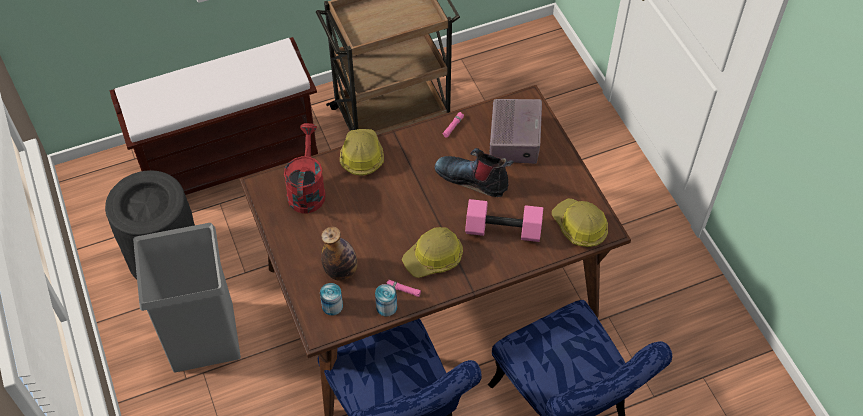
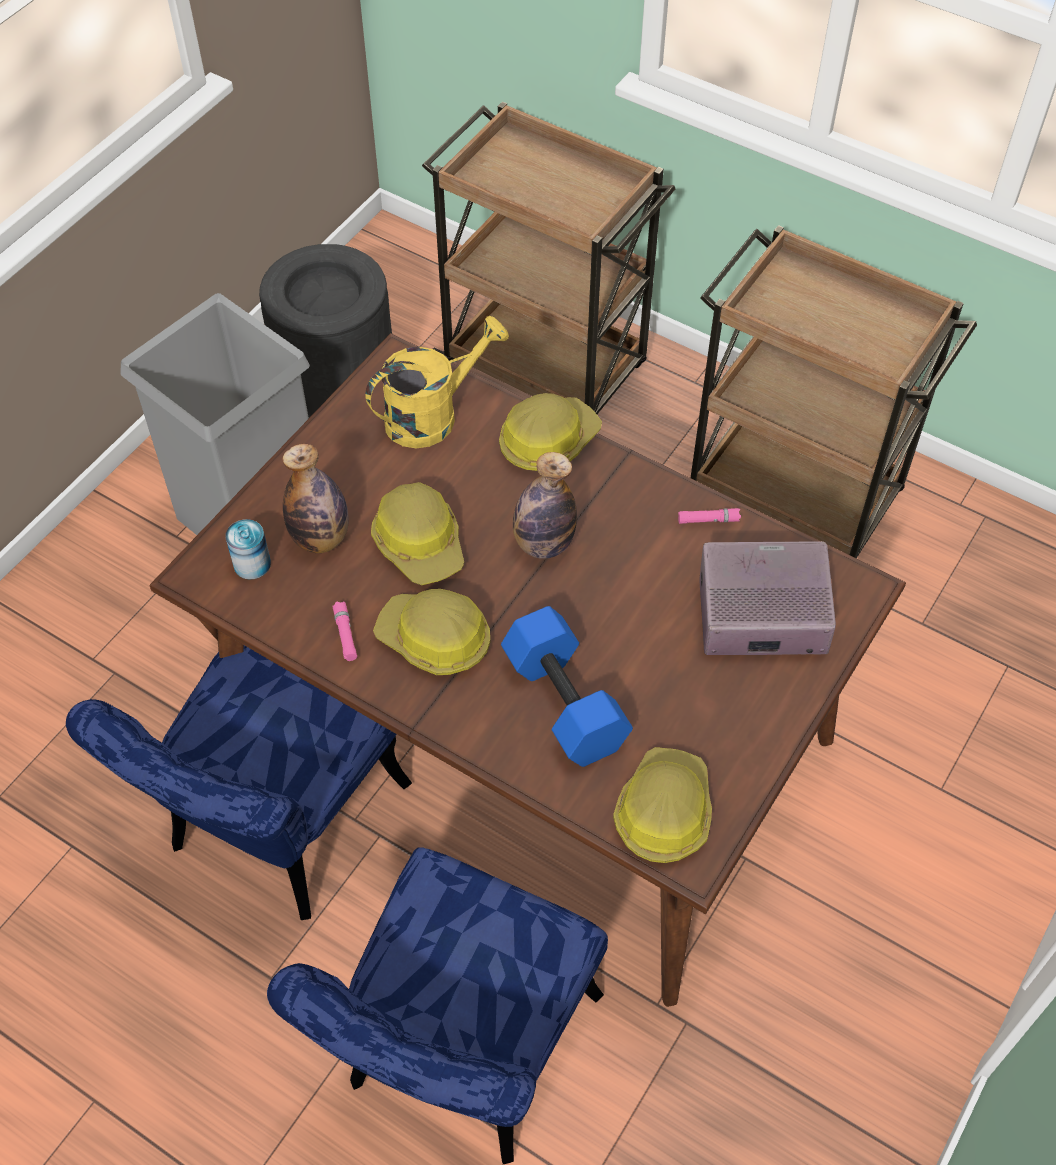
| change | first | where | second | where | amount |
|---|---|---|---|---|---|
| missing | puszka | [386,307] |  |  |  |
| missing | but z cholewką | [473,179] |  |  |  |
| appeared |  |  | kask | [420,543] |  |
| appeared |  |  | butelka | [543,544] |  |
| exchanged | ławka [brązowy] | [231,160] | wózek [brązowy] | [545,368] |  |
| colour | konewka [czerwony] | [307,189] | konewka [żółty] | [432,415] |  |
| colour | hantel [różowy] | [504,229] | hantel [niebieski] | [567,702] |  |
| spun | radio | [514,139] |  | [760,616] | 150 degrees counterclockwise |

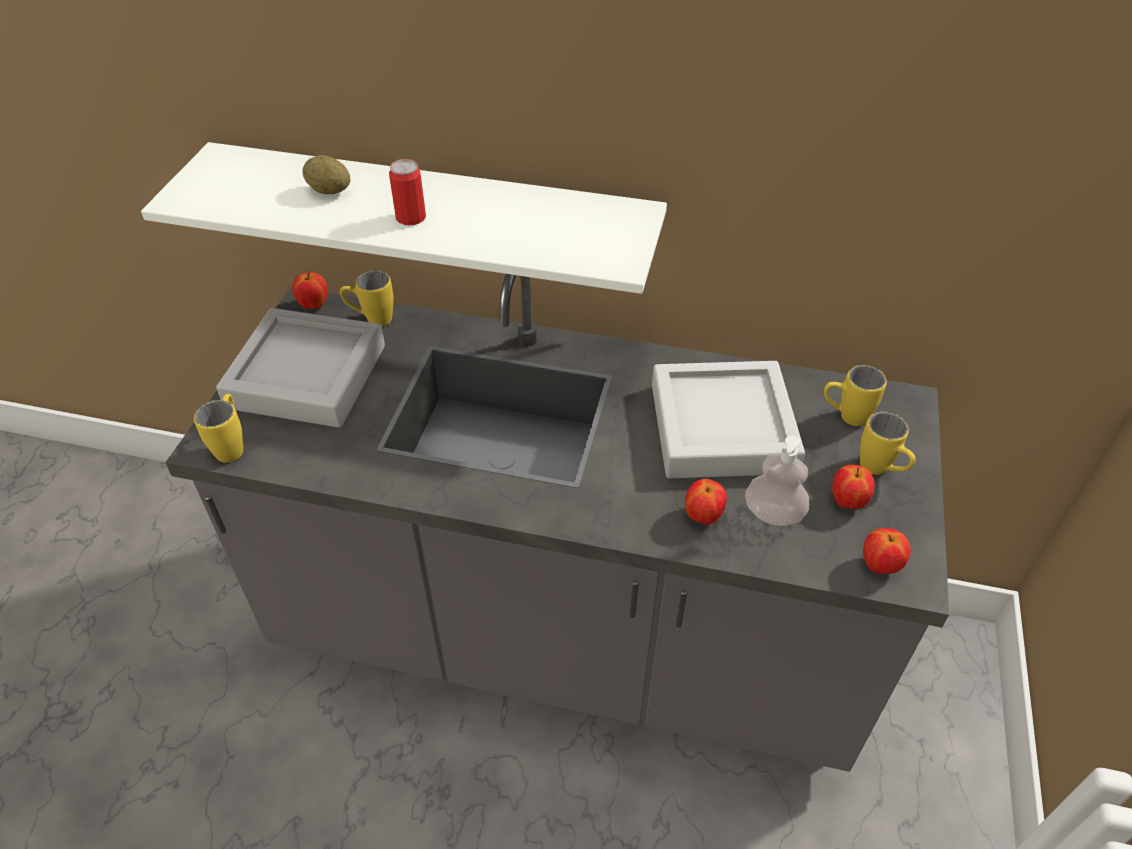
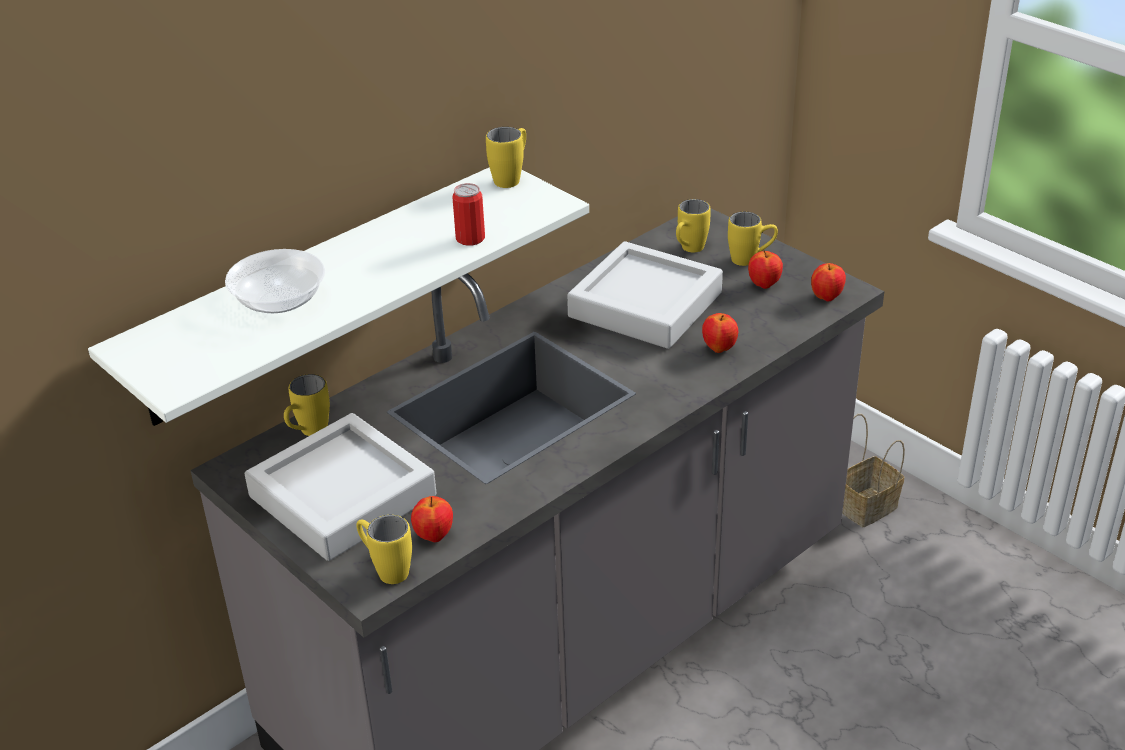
| change | first | where | second | where | amount |
|---|---|---|---|---|---|
| missing | dozownik mydła | [773,514] |  |  |  |
| appeared |  |  | kubek [żółty] | [511,178] |  |
| appeared |  |  | koszyk | [867,505] |  |
| relocated | jabłko | [314,305] |  | [434,536] |  |
| relocated | puszka | [411,217] |  | [470,238] |  |
| exchanged | ziemniak | [329,191] | miska | [279,300] |  |

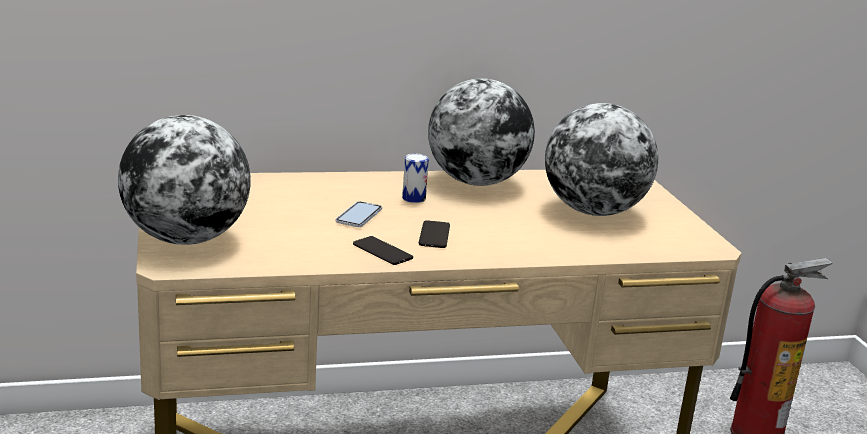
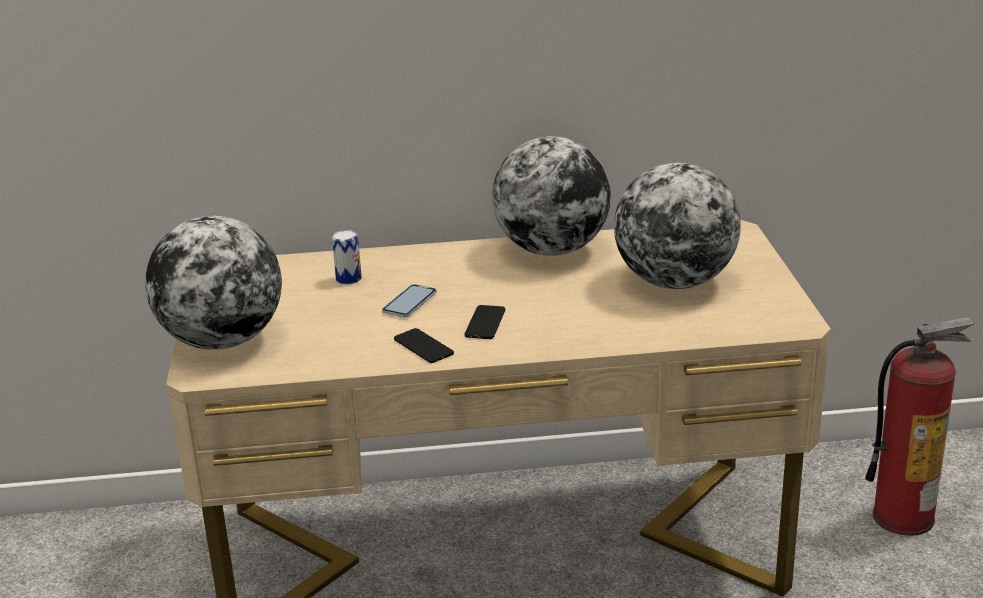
| change | first | where | second | where | amount |
|---|---|---|---|---|---|
| relocated | puszka | [413,198] |  | [348,278] |  |

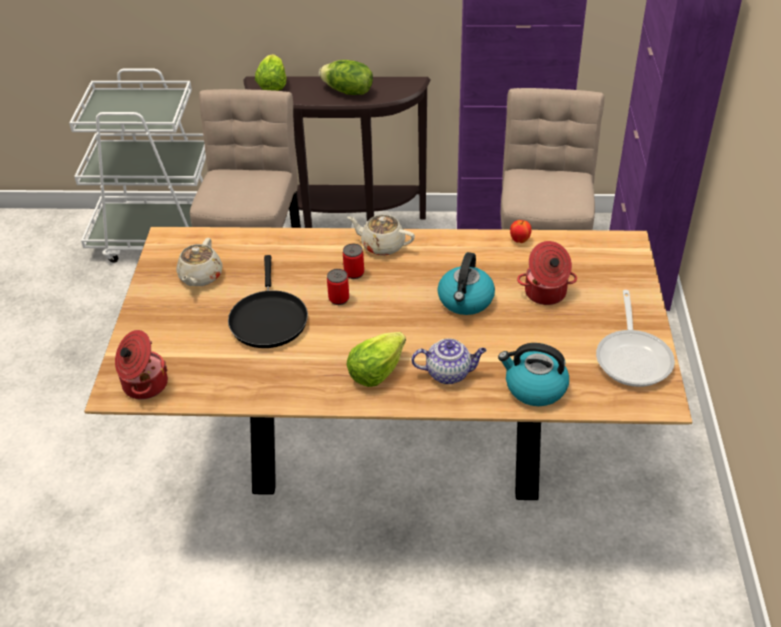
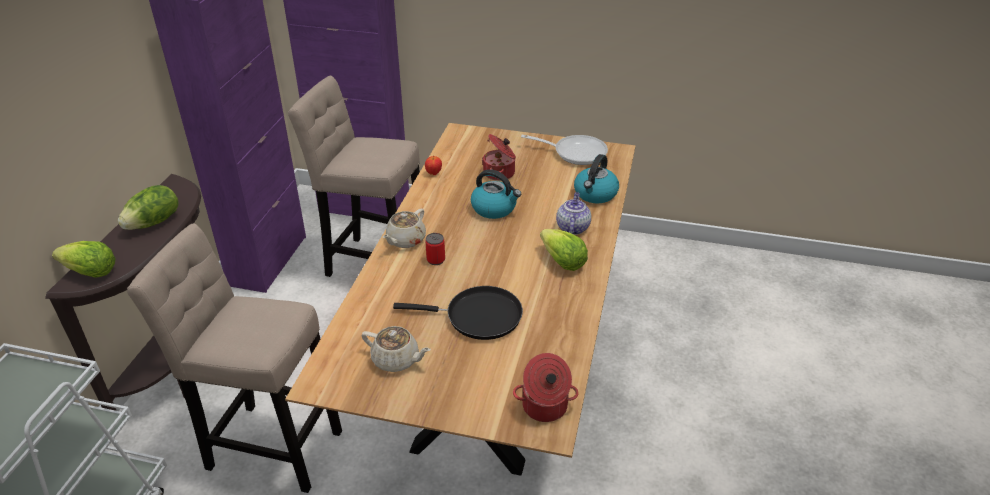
| change | first | where | second | where | amount |
|---|---|---|---|---|---|
| missing | puszka | [339,298] |  |  |  |

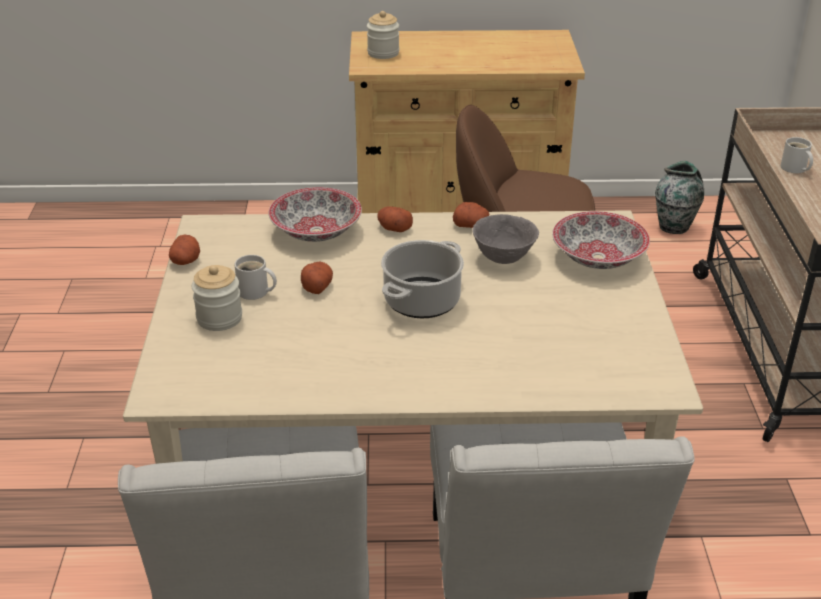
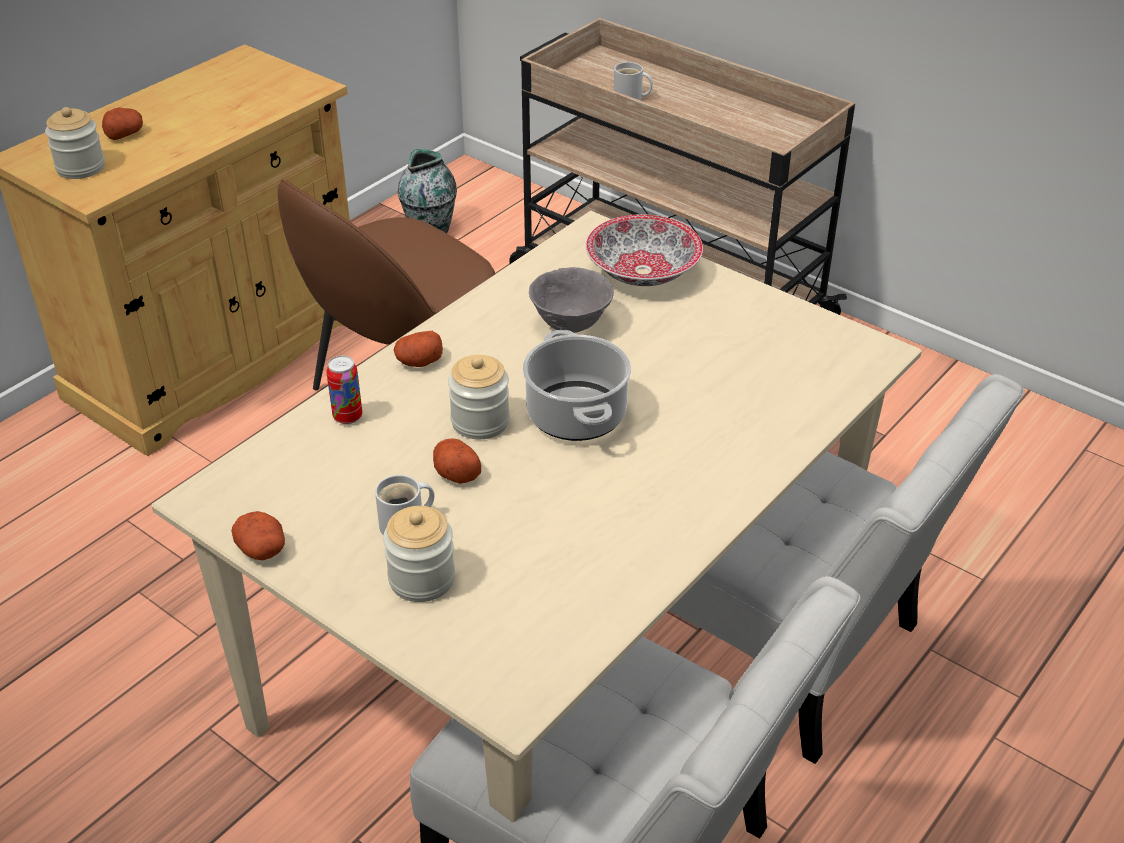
| change | first | where | second | where | amount |
|---|---|---|---|---|---|
| appeared |  |  | słoik | [480,421] |  |
| relocated | ziemniak | [471,225] |  | [125,134] |  |
| exchanged | miska | [317,231] | puszka | [347,417] |  |

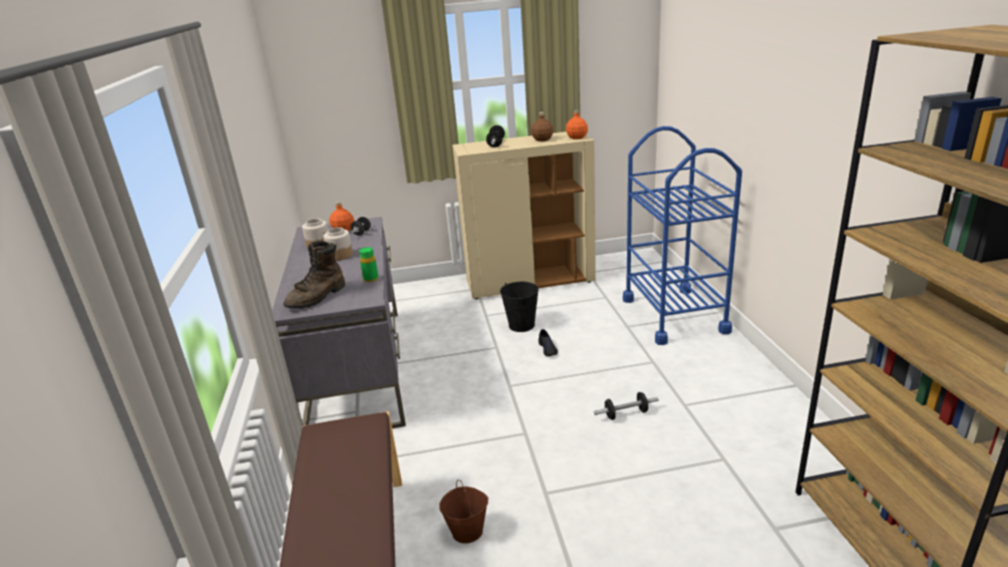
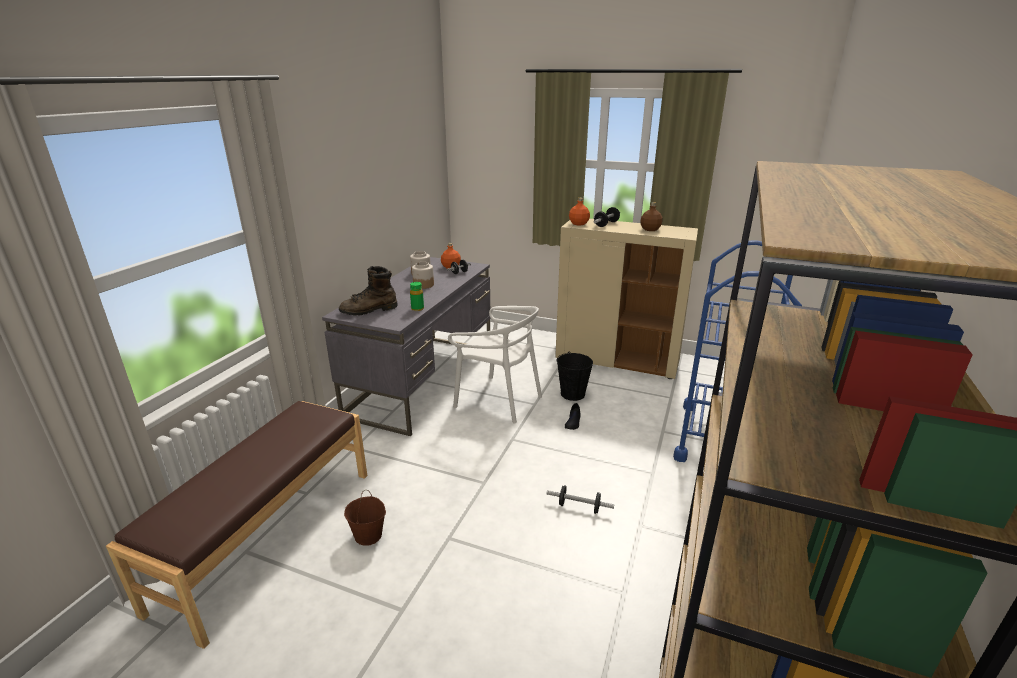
| change | first | where | second | where | amount |
|---|---|---|---|---|---|
| appeared |  |  | krzesło [biały] | [498,400] |  |
| relocated | butelka [pomarańczowy] | [577,137] |  | [579,224] |  |

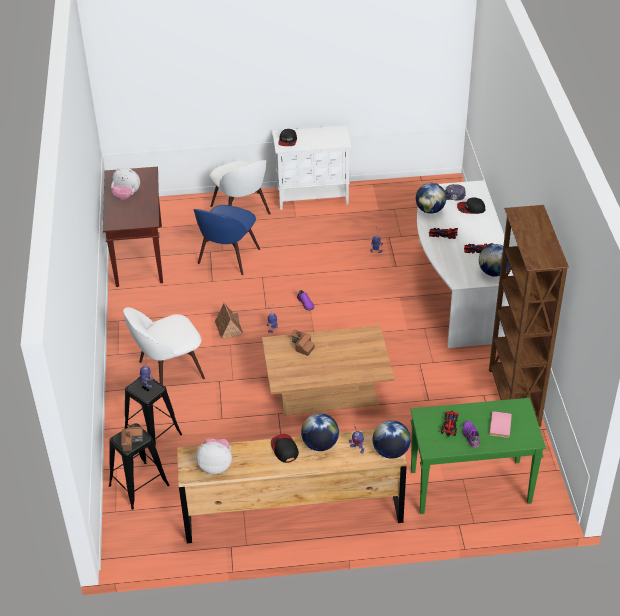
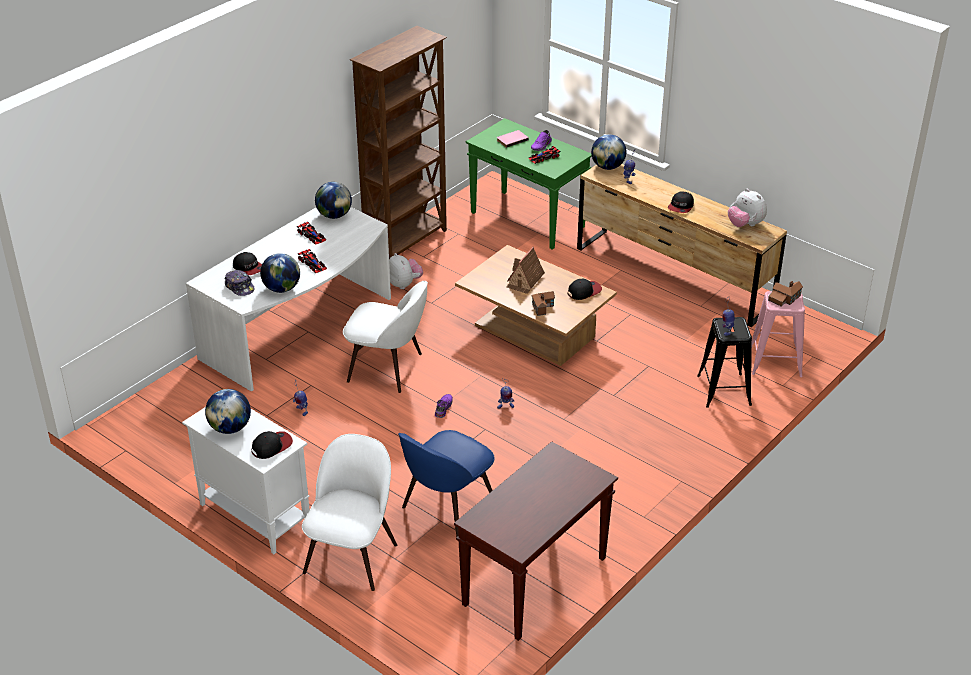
| change | first | where | second | where | amount |
|---|---|---|---|---|---|
| appeared |  |  | czapka z daszkiem | [584,291] |  |
| relocated | pluszak | [126,195] |  | [404,284] |  |
| relocated | krzesło [biały] | [168,371] |  | [388,368] |  |
| relocated | domek | [228,327] |  | [524,281] |  |
| relocated | globus | [320,444] |  | [230,428] |  |
| colour | stołek [czarny] | [138,485] | stołek [różowy] | [775,362] |  |
| spun | krzesło [niebieski] | [227,258] |  | [447,508] | 150 degrees clockwise |

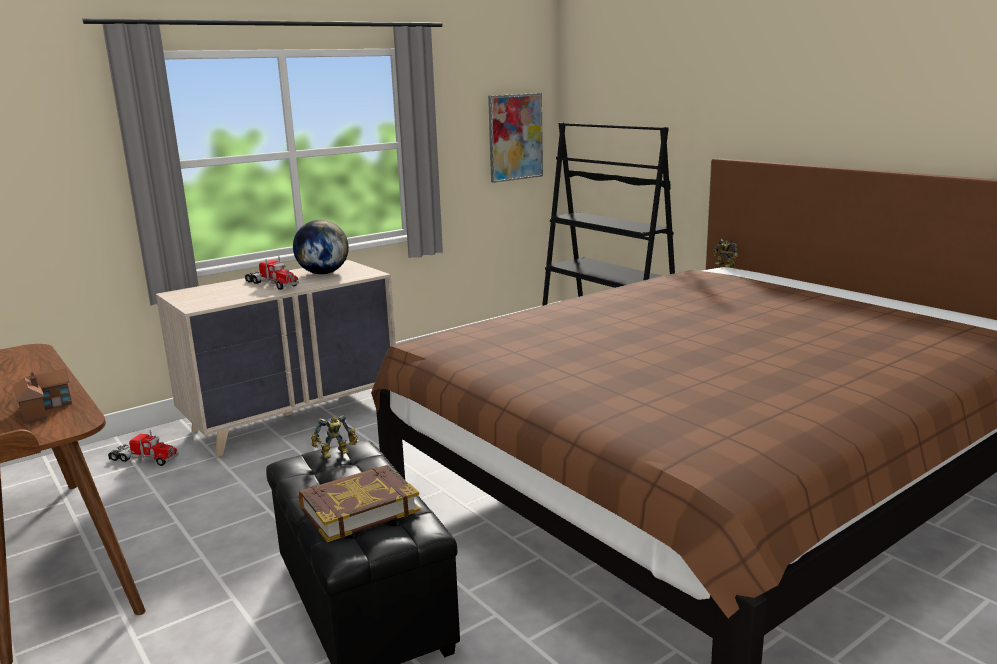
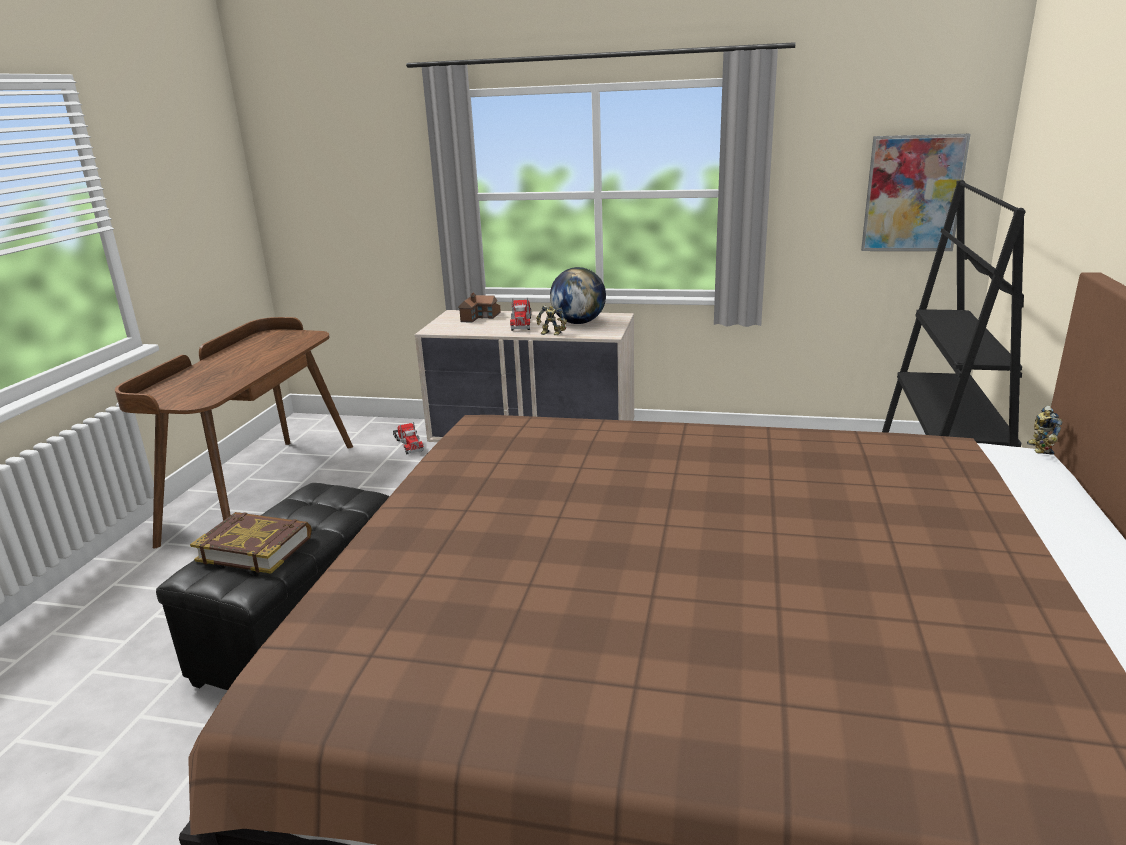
| change | first | where | second | where | amount |
|---|---|---|---|---|---|
| relocated | domek | [45,408] |  | [480,317] |  |
| relocated | robot zabawkowy | [336,453] |  | [551,334] |  |

